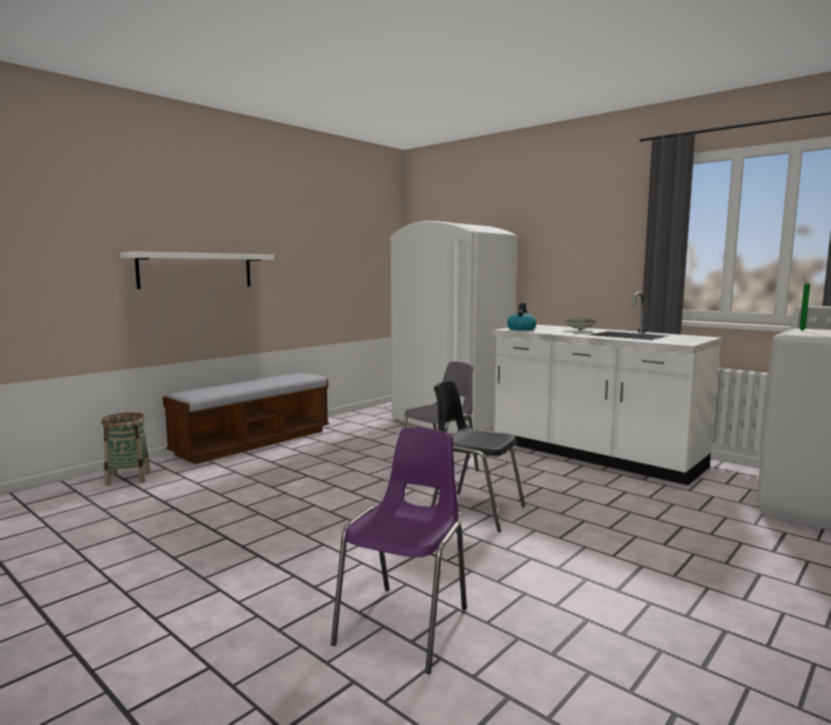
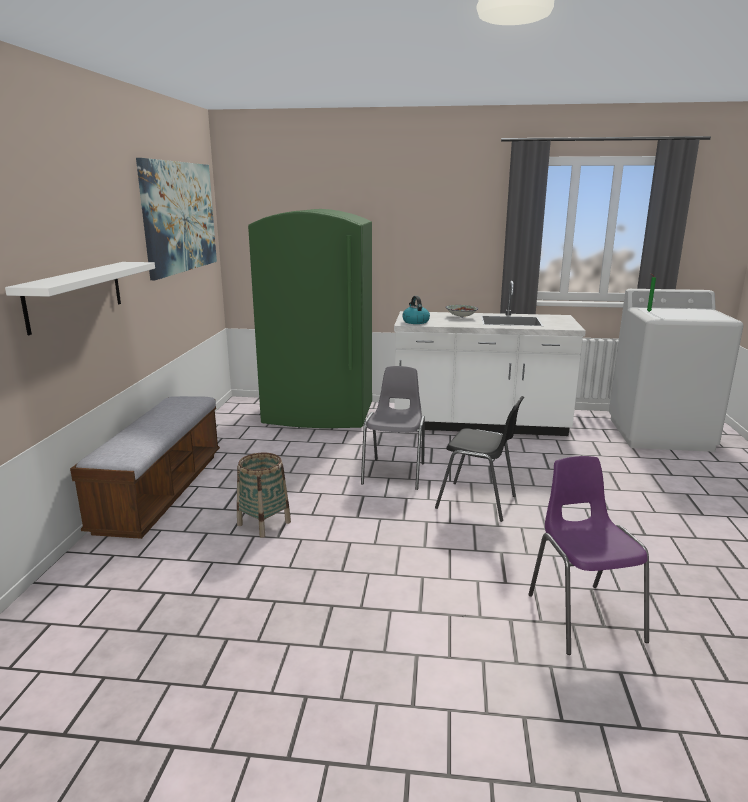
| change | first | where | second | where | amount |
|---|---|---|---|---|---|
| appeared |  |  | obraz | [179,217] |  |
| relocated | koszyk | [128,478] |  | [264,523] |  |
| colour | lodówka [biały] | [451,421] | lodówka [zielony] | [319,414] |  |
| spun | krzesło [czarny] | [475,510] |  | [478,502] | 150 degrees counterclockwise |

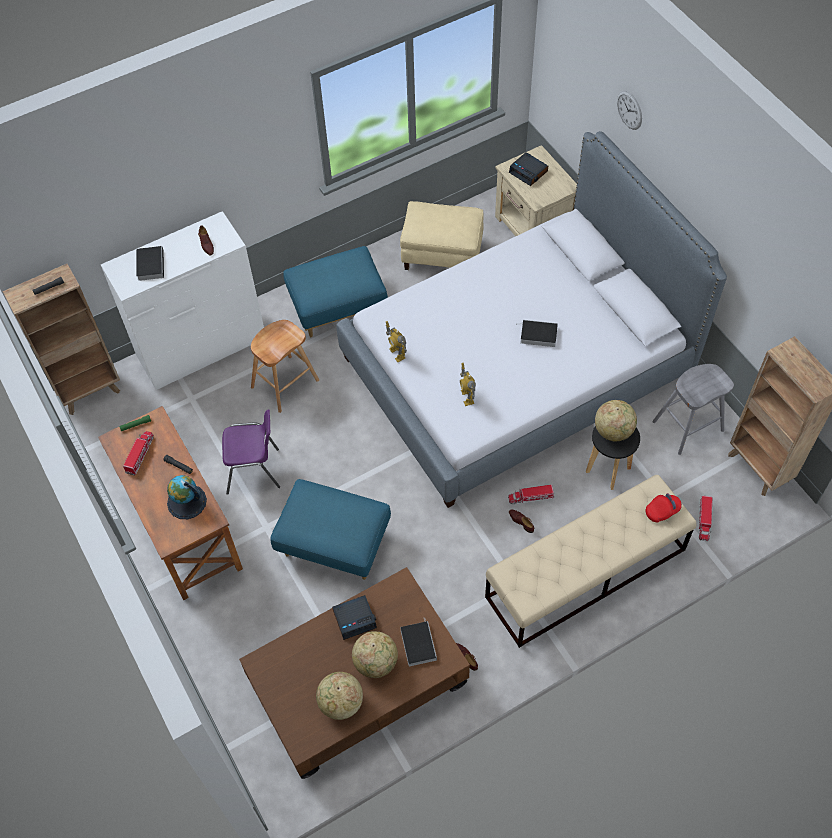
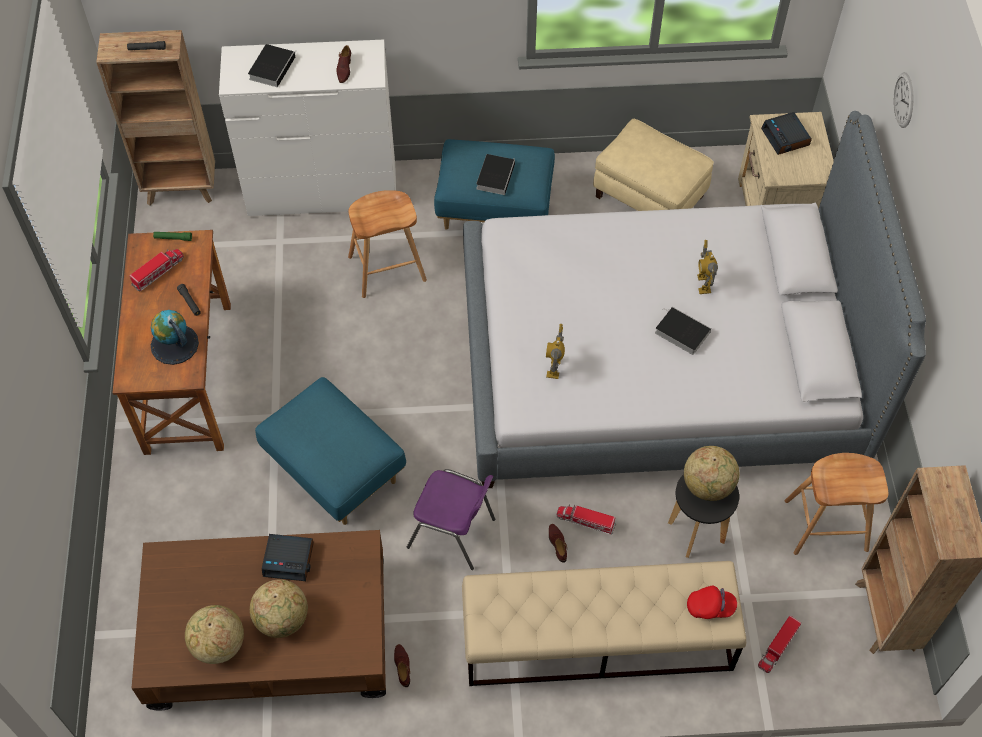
| change | first | where | second | where | amount |
|---|---|---|---|---|---|
| relocated | krzesło [fioletowy] | [254,471] |  | [453,534] |  |
| relocated | robot zabawkowy | [397,354] |  | [703,284] |  |
| relocated | książka | [417,643] |  | [495,175] |  |
| colour | stołek [szary] | [687,426] | stołek [brązowy] | [825,525] |  |

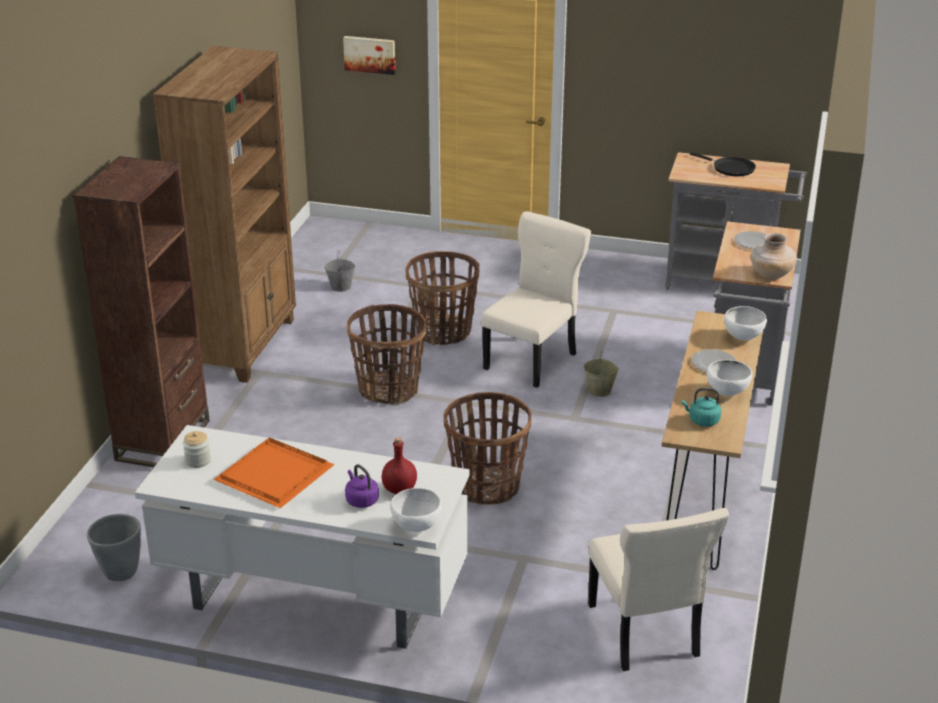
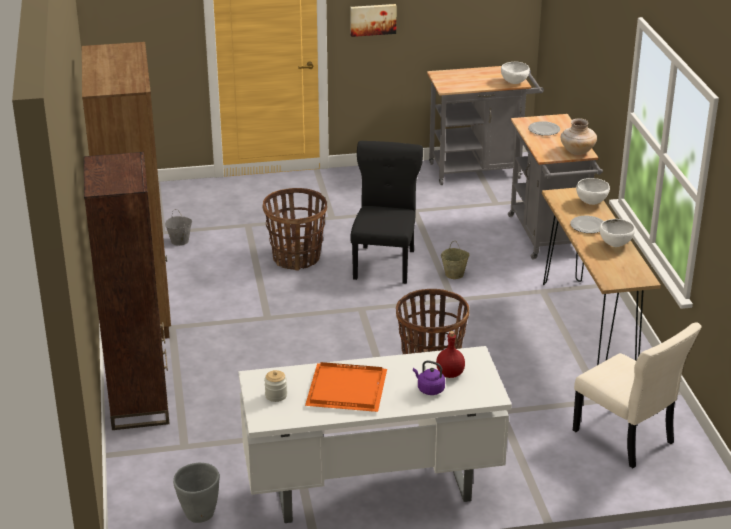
| change | first | where | second | where | amount |
|---|---|---|---|---|---|
| missing | koszyk | [389,389] |  |  |  |
| missing | czajnik [turkusowy] | [702,421] |  |  |  |
| missing | patelnia [czarny] | [730,168] |  |  |  |
| relocated | obraz | [370,54] |  | [373,19] |  |
| relocated | miska [biały] | [417,527] |  | [514,83] |  |
| colour | krzesło [beżowy] | [533,360] | krzesło [czarny] | [385,263] |  |

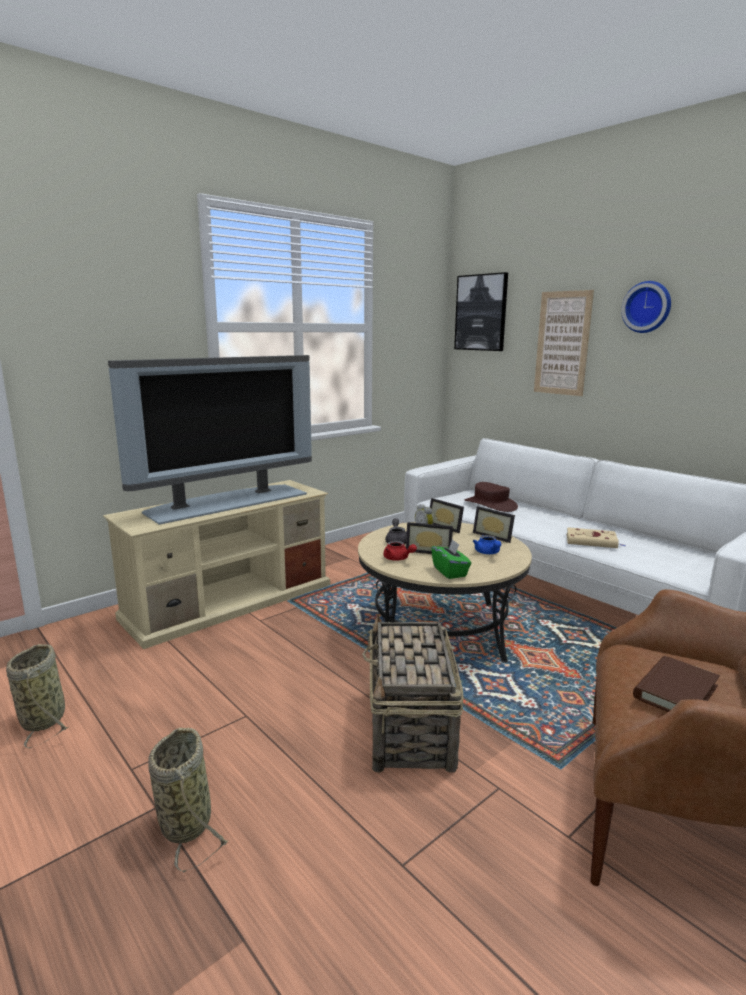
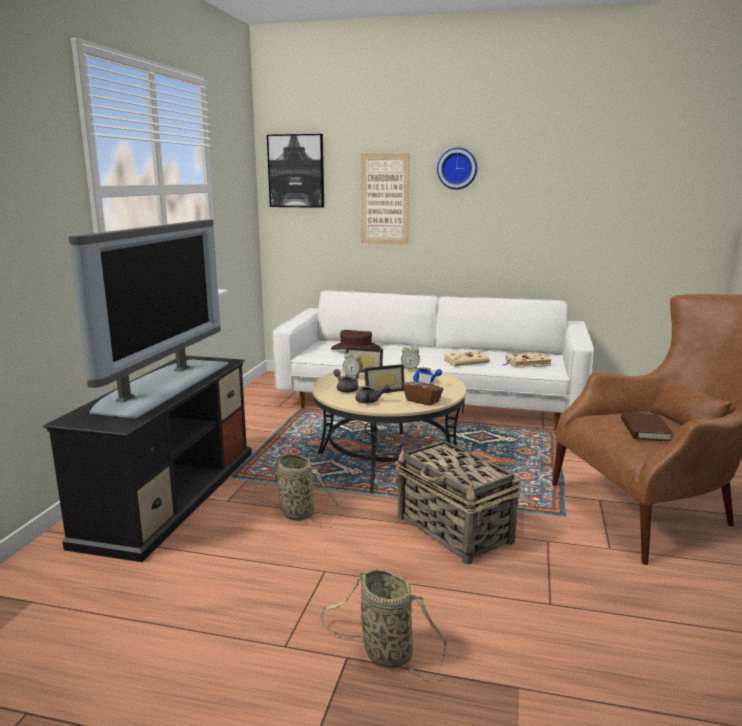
| change | first | where | second | where | amount |
|---|---|---|---|---|---|
| appeared |  |  | książka [beżowy] | [527,363] |  |
| relocated | koszyk | [44,718] |  | [295,513] |  |
| exchanged | ramka na zdjęcie | [494,536] | budzik | [410,370] |  |
| colour | szafka pod telewizor [beżowy] | [231,600] | szafka pod telewizor [czarny] | [171,494] |  |
| colour | imbryk [czerwony] | [398,559] | imbryk [szary] | [370,401] |  |
| colour | pudełko chusteczek [zielony] | [450,572] | pudełko chusteczek [brązowy] | [423,401] |  |

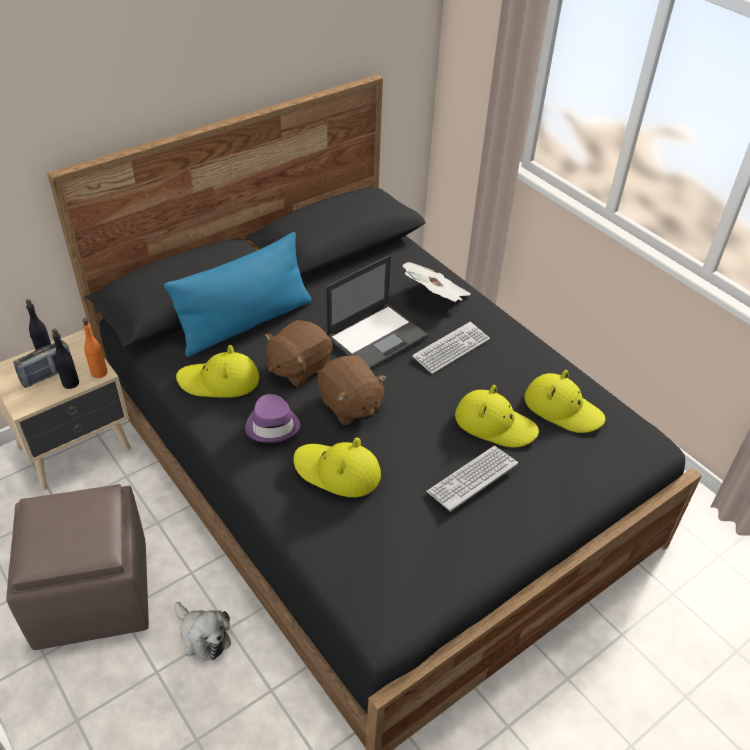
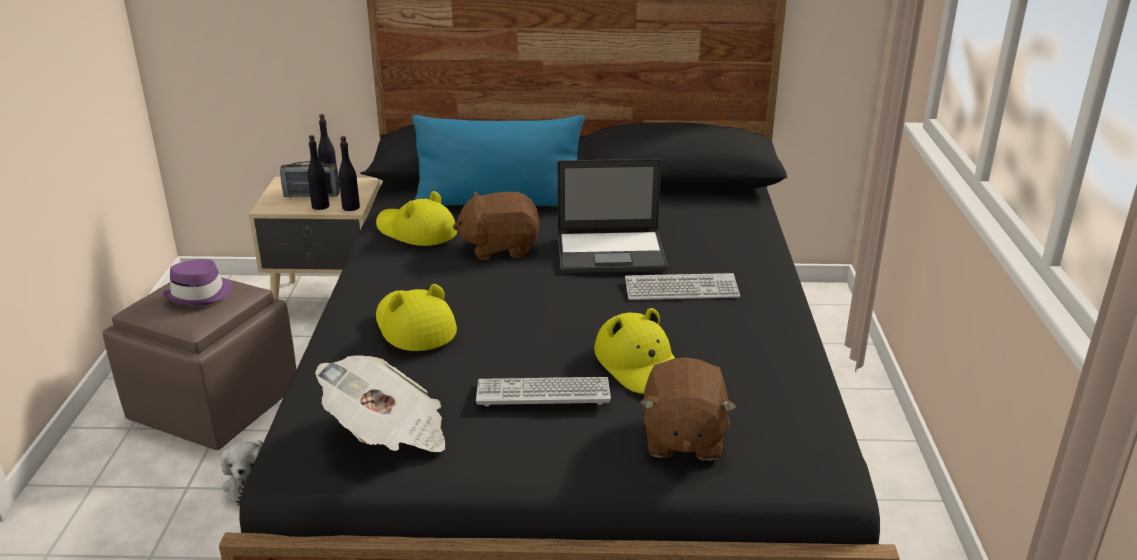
| change | first | where | second | where | amount |
|---|---|---|---|---|---|
| missing | kapelusz [żółty] | [562,409] |  |  |  |
| relocated | kapelusz [fioletowy] | [272,425] |  | [200,294] |  |
| relocated | pluszak [brązowy] | [350,405] |  | [682,438] |  |
| relocated | gazeta | [435,297] |  | [388,433] |  |
| colour | butelka [pomarańczowy] | [99,373] | butelka [czarny] | [350,207] |  |

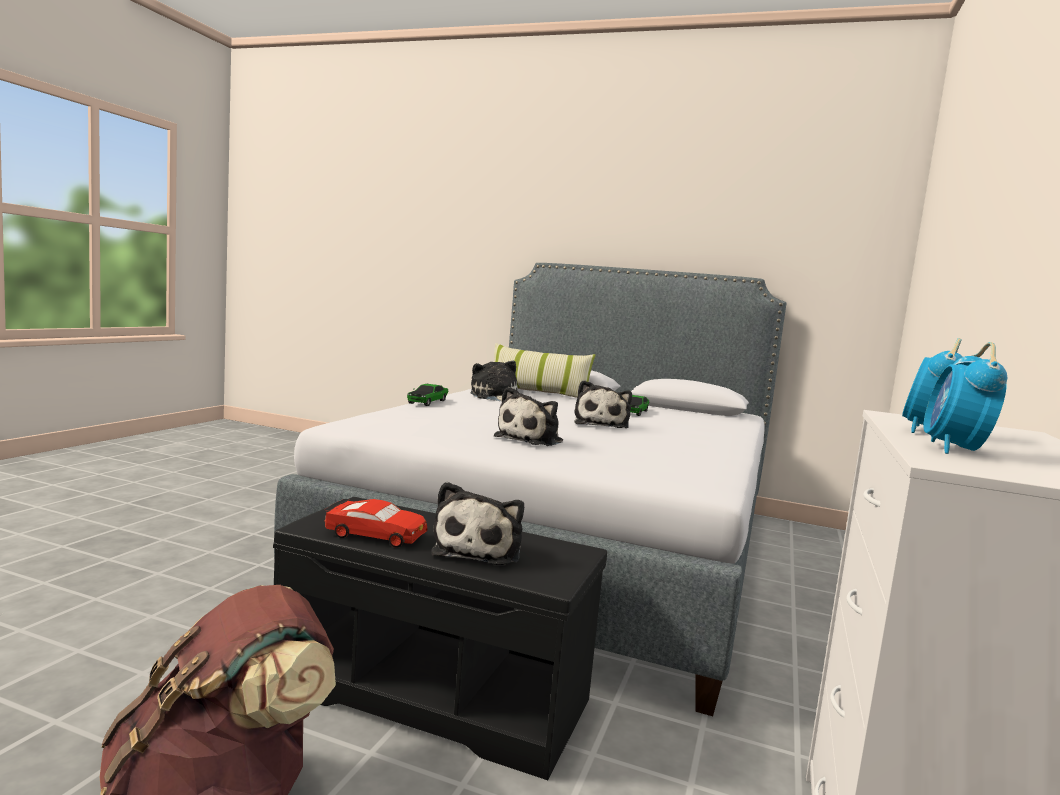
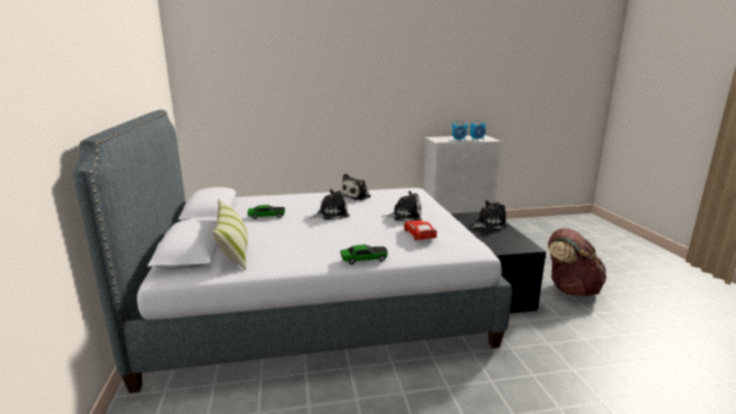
| change | first | where | second | where | amount |
|---|---|---|---|---|---|
| relocated | samochodzik [czerwony] | [375,534] |  | [419,234] |  |
| relocated | pluszak | [495,397] |  | [357,196] |  |

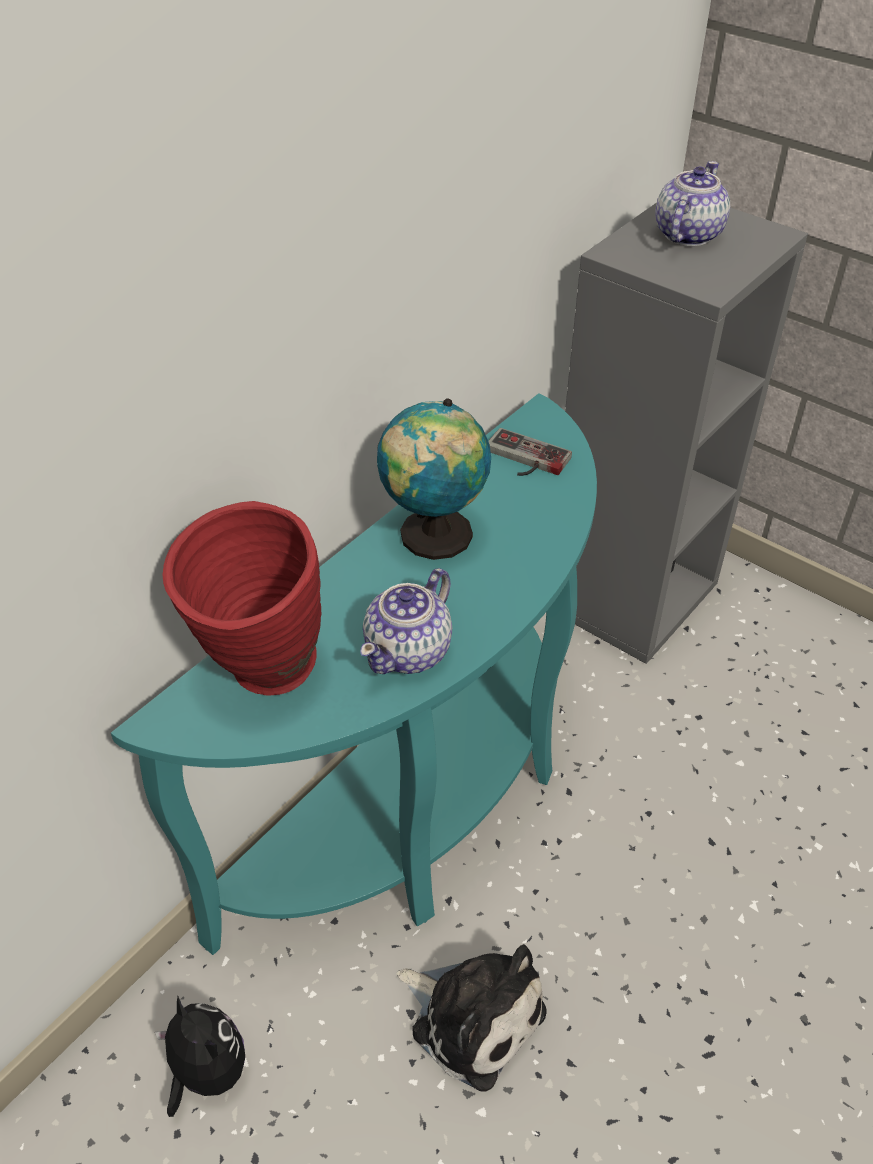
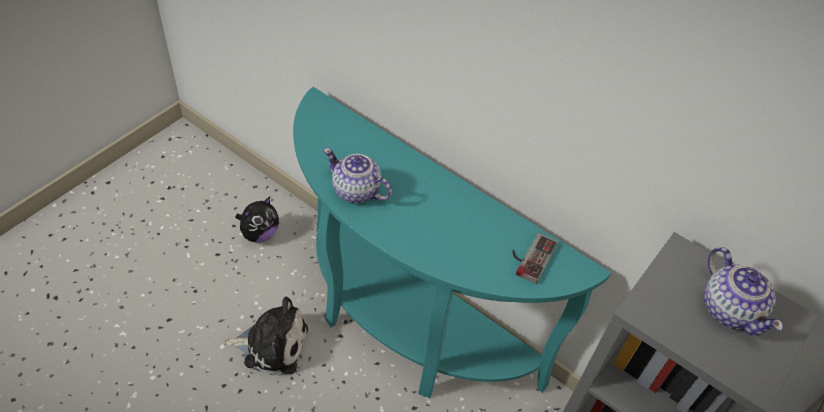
| change | first | where | second | where | amount |
|---|---|---|---|---|---|
| missing | wazon [czerwony] | [261,677] |  |  |  |
| missing | globus | [433,538] |  |  |  |
| spun | pluszak | [472,1016] |  | [272,344] | 120 degrees counterclockwise |
| spun | imbryk | [686,235] |  | [729,309] | 45 degrees clockwise |

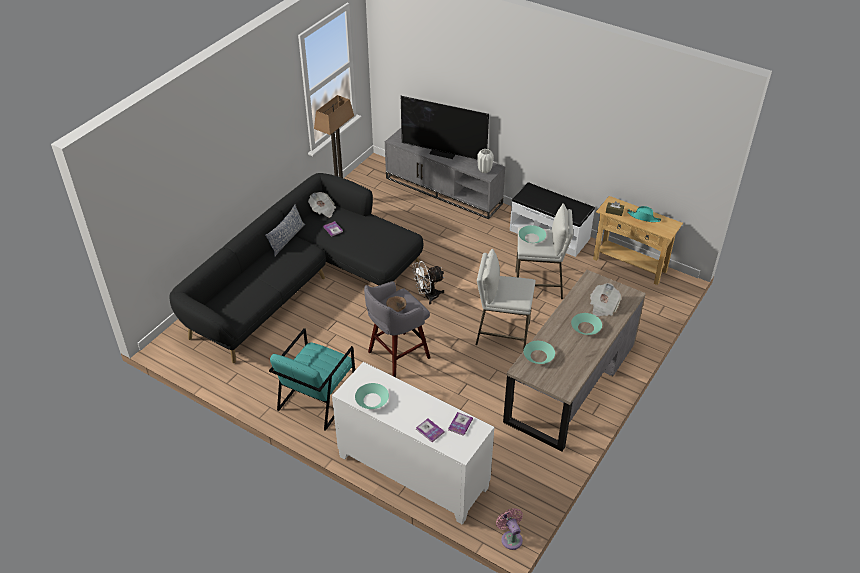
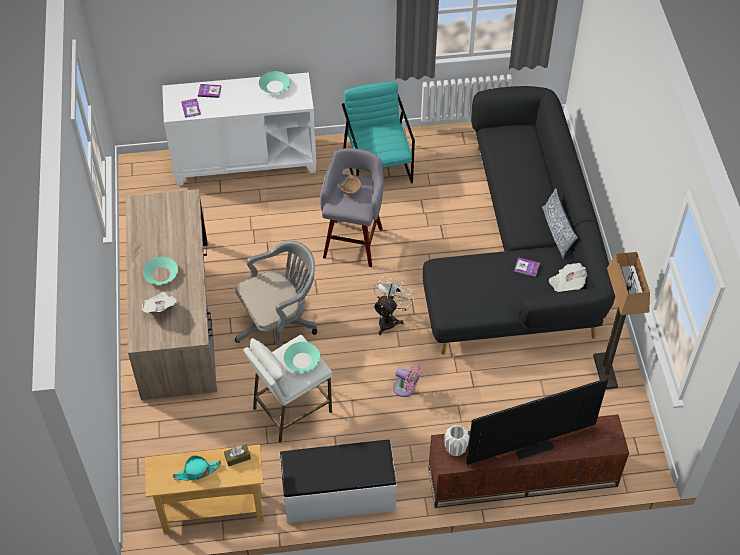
| change | first | where | second | where | amount |
|---|---|---|---|---|---|
| missing | miska [turkusowy] | [538,356] |  |  |  |
| relocated | wentylator [różowy] | [510,538] |  | [406,389] |  |
| exchanged | stołek [biały] | [502,334] | krzesło biurowe [szary] | [279,325] |  |
| colour | szafka pod telewizor [szary] | [444,191] | szafka pod telewizor [brązowy] | [521,479] |  |

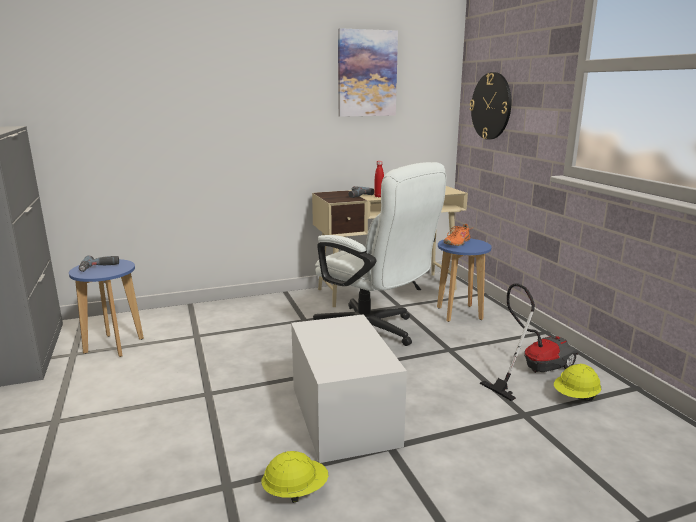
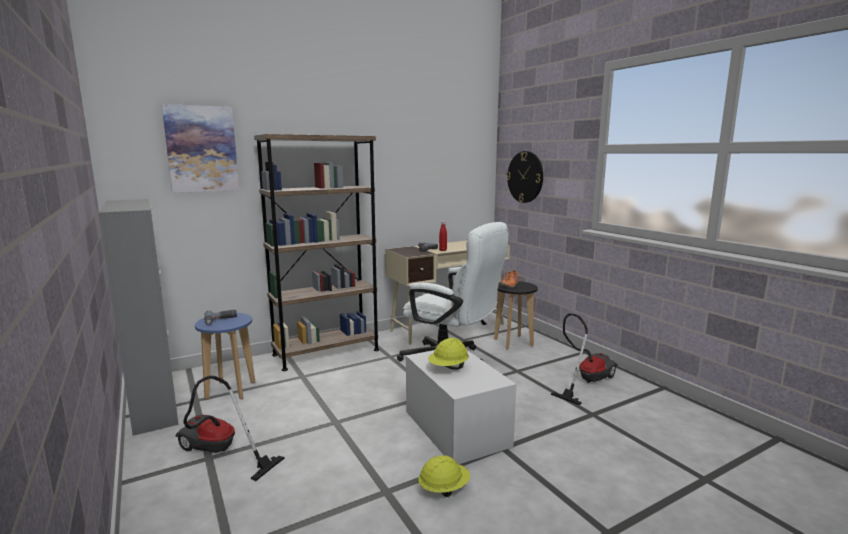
| change | first | where | second | where | amount |
|---|---|---|---|---|---|
| appeared |  |  | odkurzacz | [218,453] |  |
| appeared |  |  | regał [brązowy] | [326,352] |  |
| relocated | obraz | [367,73] |  | [202,149] |  |
| relocated | kask [żółty] | [575,397] |  | [448,368] |  |
| colour | stołek [niebieski] | [459,313] | stołek [czarny] | [513,342] |  |

